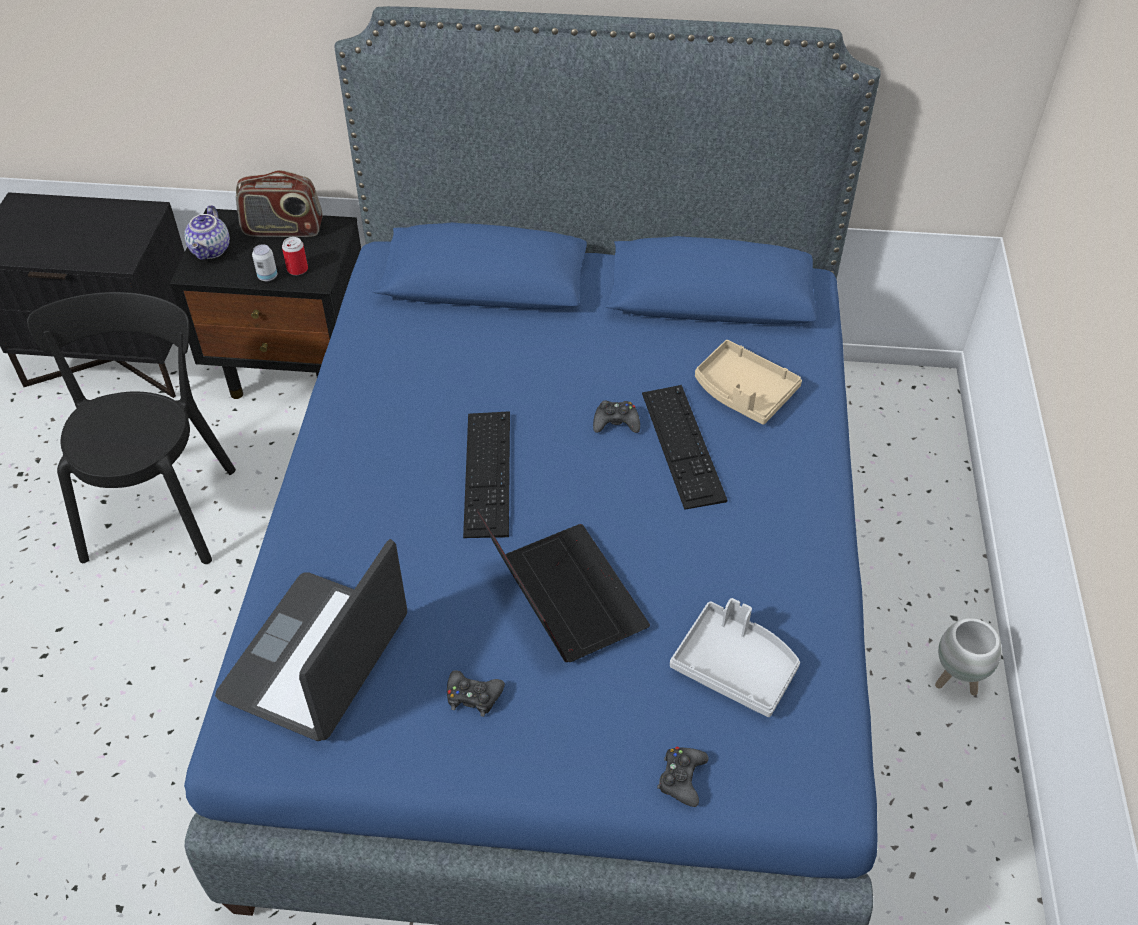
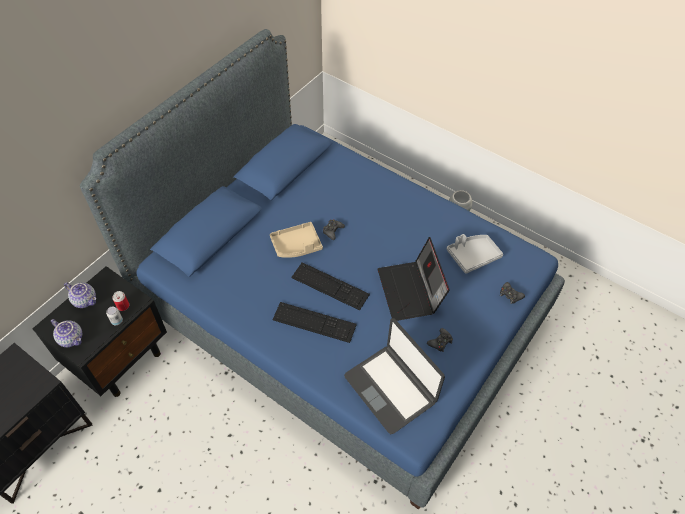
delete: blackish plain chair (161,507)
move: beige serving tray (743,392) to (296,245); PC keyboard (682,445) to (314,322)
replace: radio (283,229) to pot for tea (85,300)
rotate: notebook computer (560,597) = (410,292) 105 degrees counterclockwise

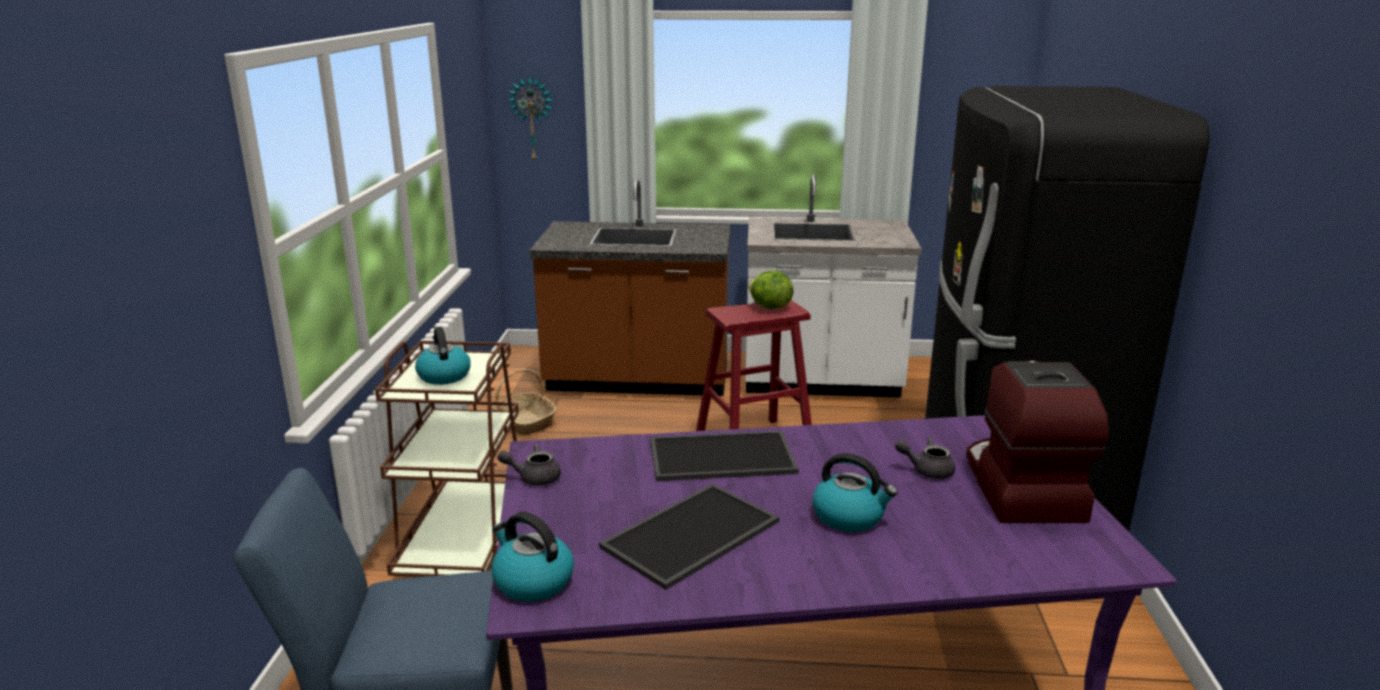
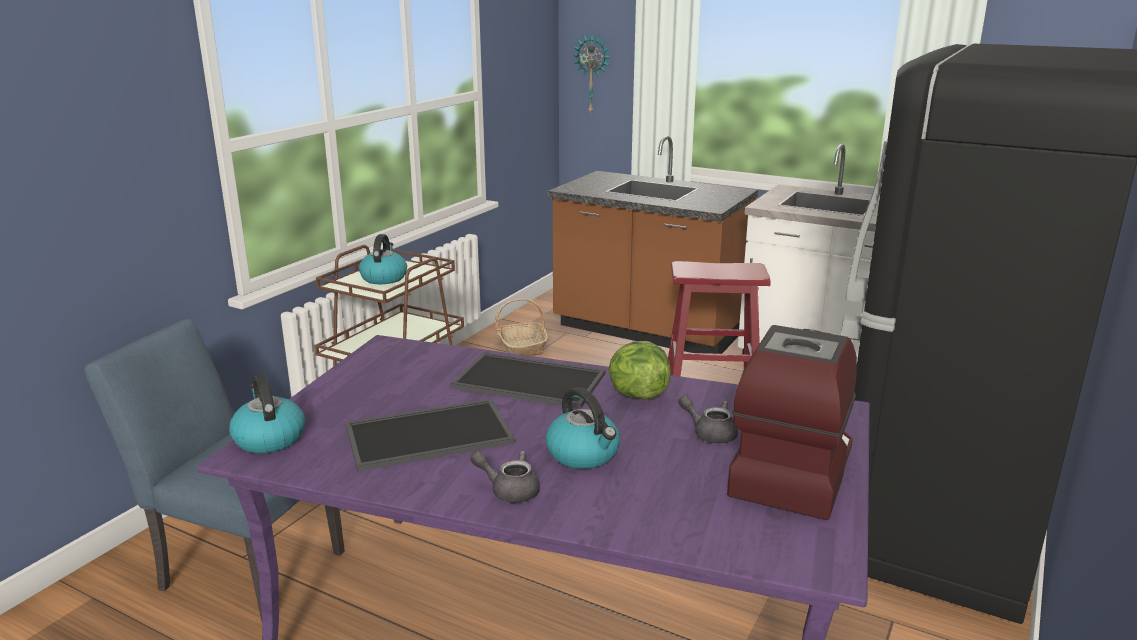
move: gray pot for tea (533,477) to (509,490); lettuce head (769,307) to (637,395)

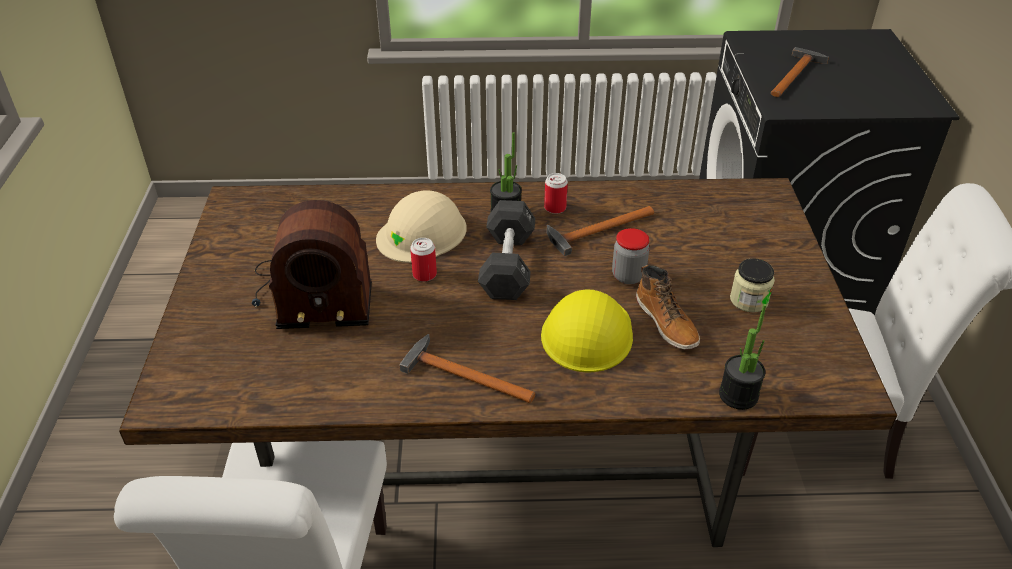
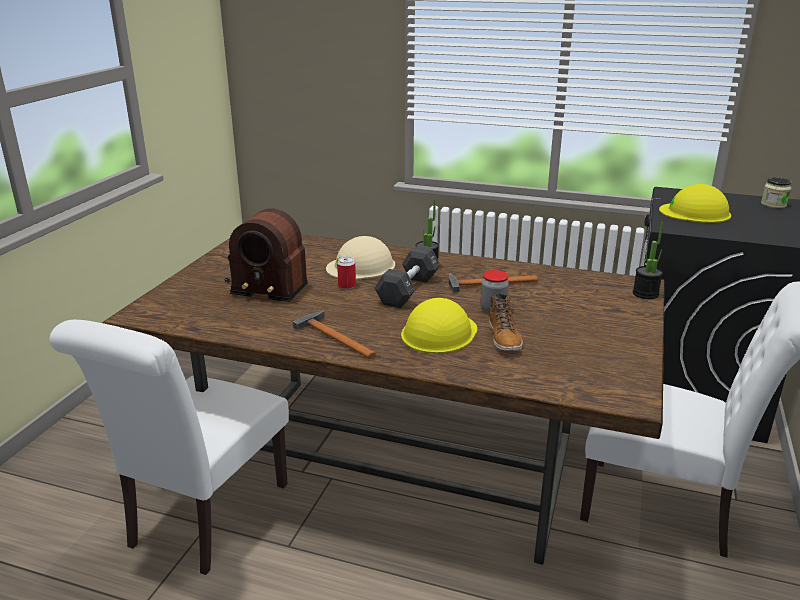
delete: metal can (555,208)
move: potted plant (738,395) to (645,294); storage jar (749,300) to (773,204)
replace: tool hammer (795,74) to yellow safety helmet (695,213)

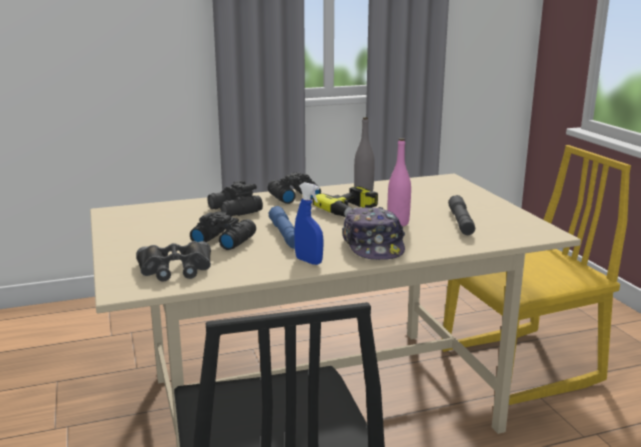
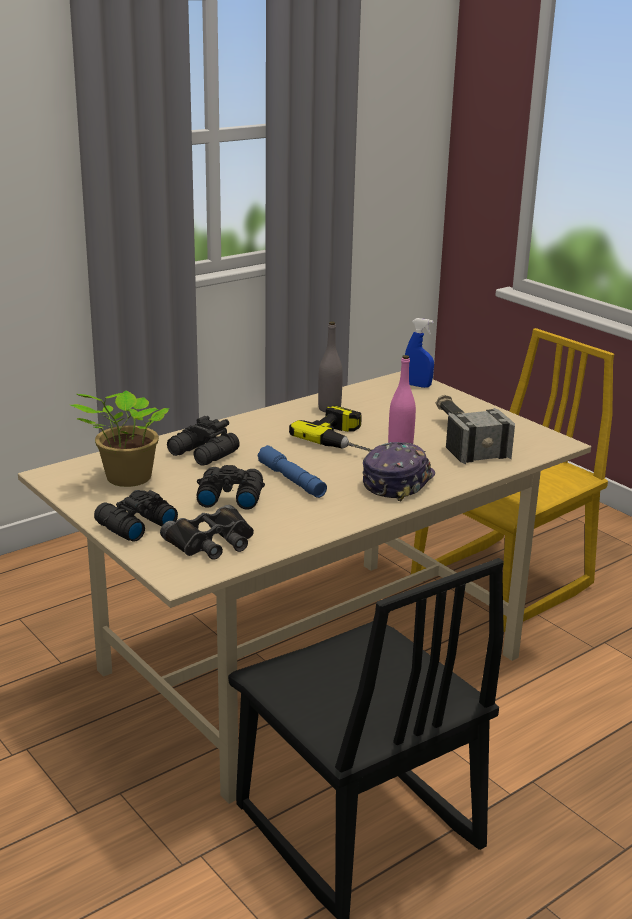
insert: potted plant (126,479)
move: blackish binoculars (292,197) to (134,525); bluish sprayer (308,261) to (417,385)
replace: gray torch (461,222) to tool hammer (464,439)
rotate: baseball cap (373,246) = (397,482) 120 degrees counterclockwise

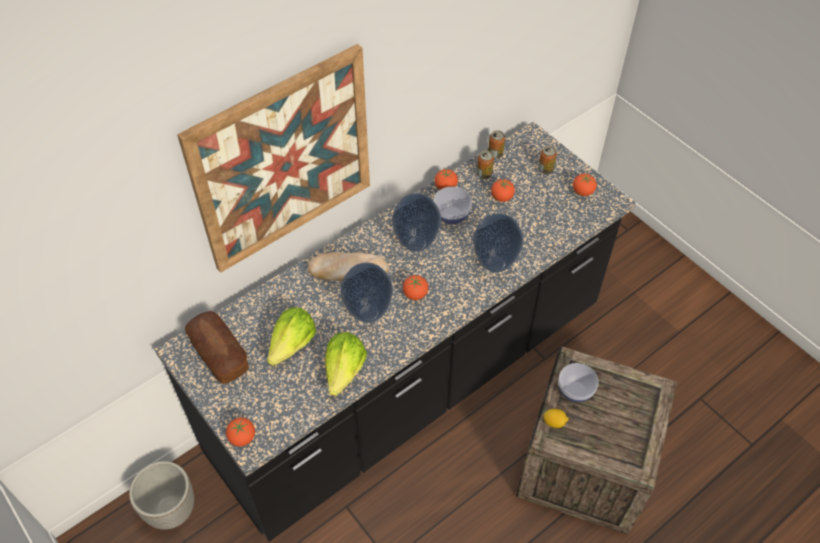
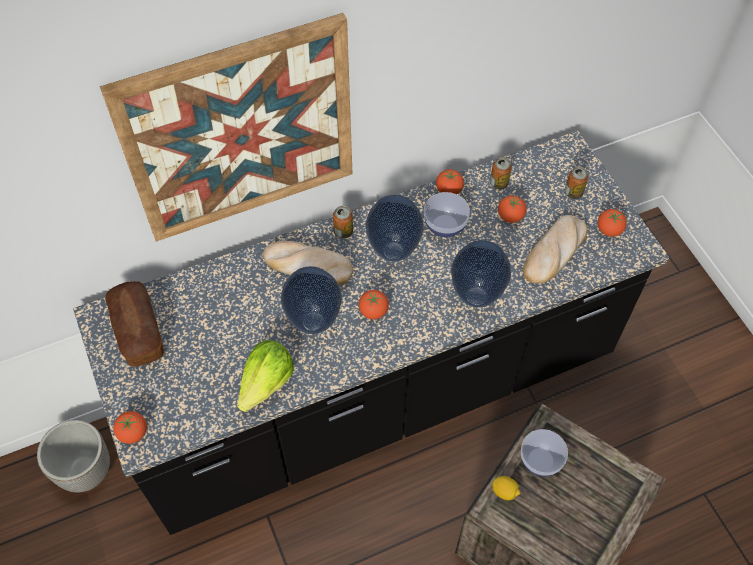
delete: lettuce head (292,345)
insert: baked bread (554,252)
move: metal can (495,154) to (343,231)

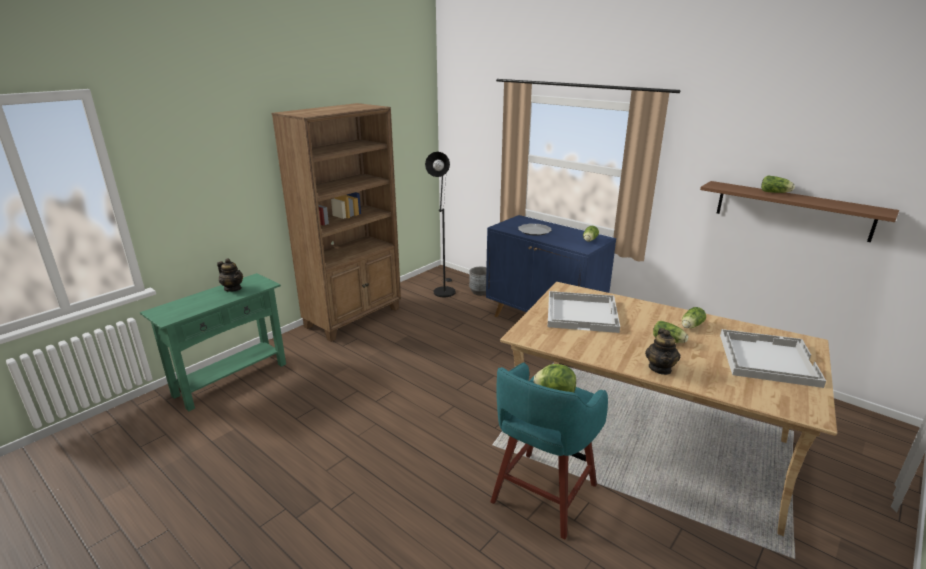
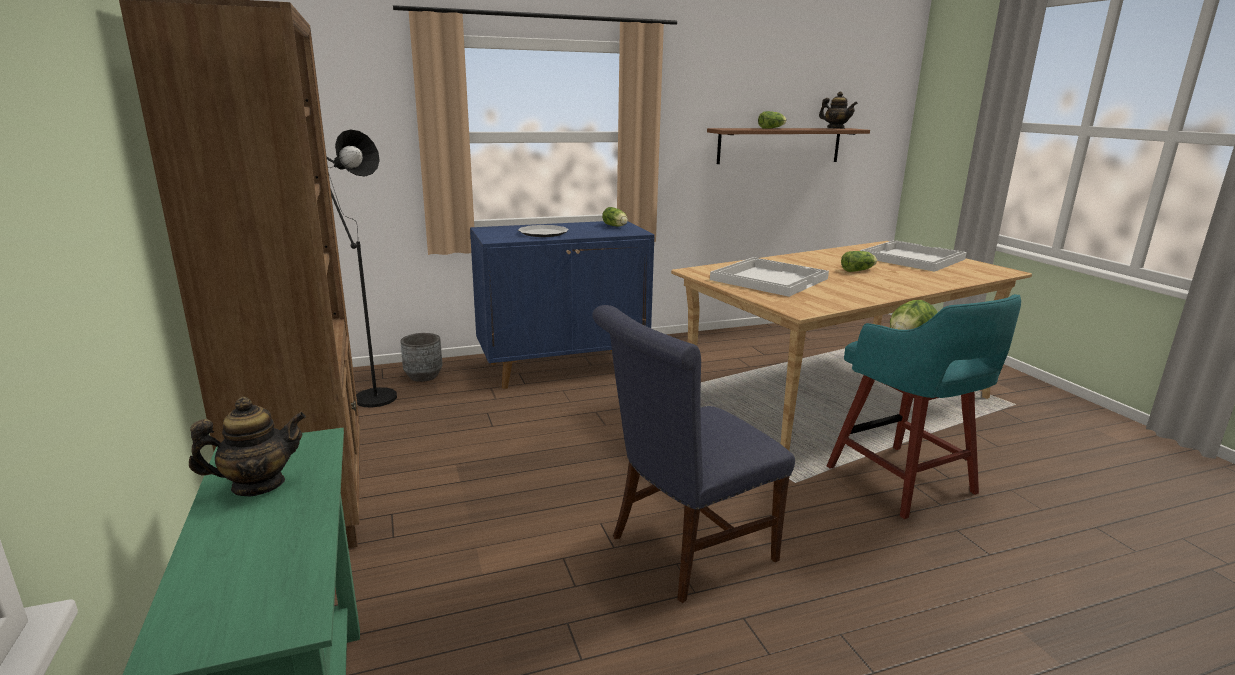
delete: lettuce head (690,326)
insert: bluish plain chair (684,550)
move: pot for tea (660,368) to (835,128)

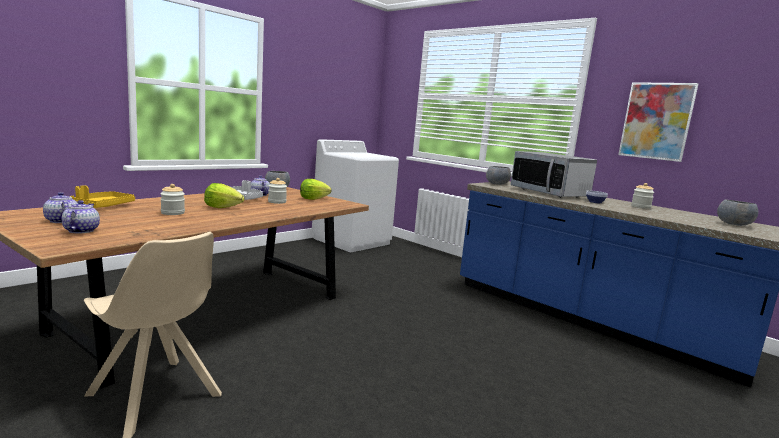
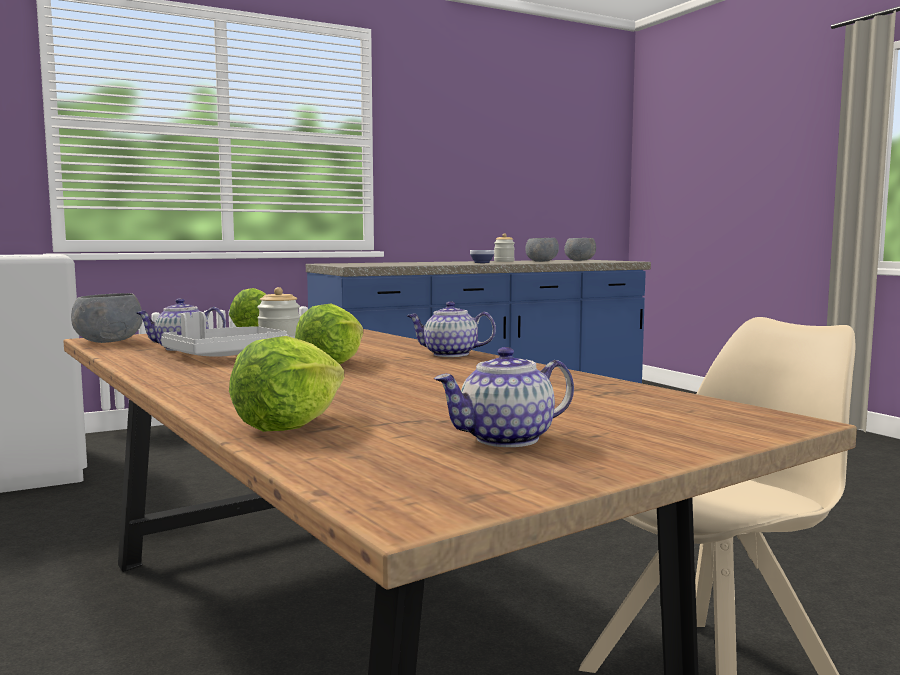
delete: storage jar (172,213); microwave oven (549,193); picture (656,121)
move: pot for tea (81,230) to (450,354); gray serving bowl (497,184) to (541,261)
replace: yellow serving tray (102,206) to lettuce head (289,424)

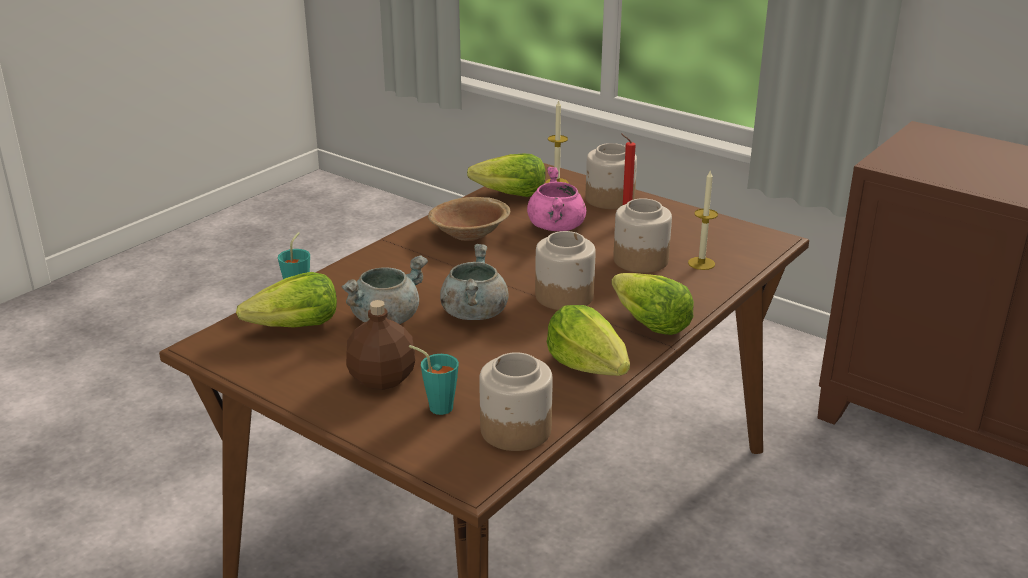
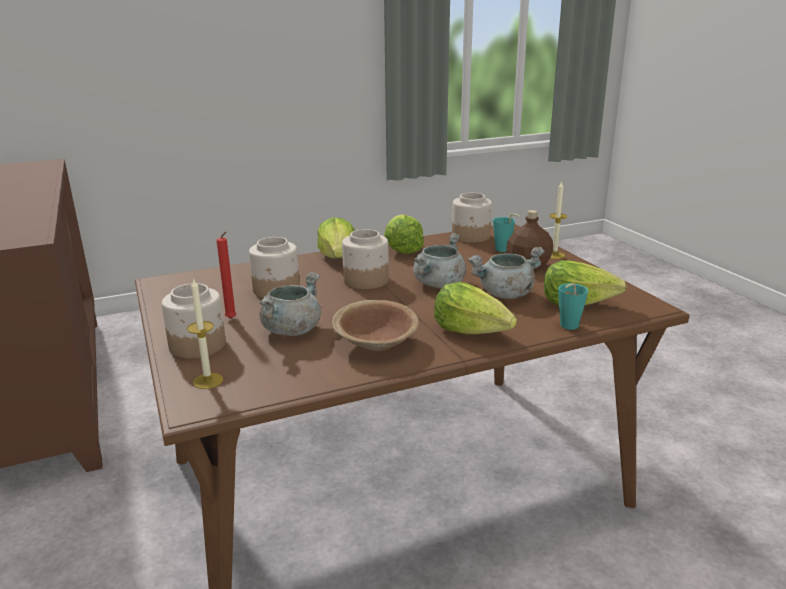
move: lettuce head (510,195) to (471,331); wax candle (701,263) to (554,255)
recolor: pinkish saucepot (557,227) to gray saucepot (291,329)

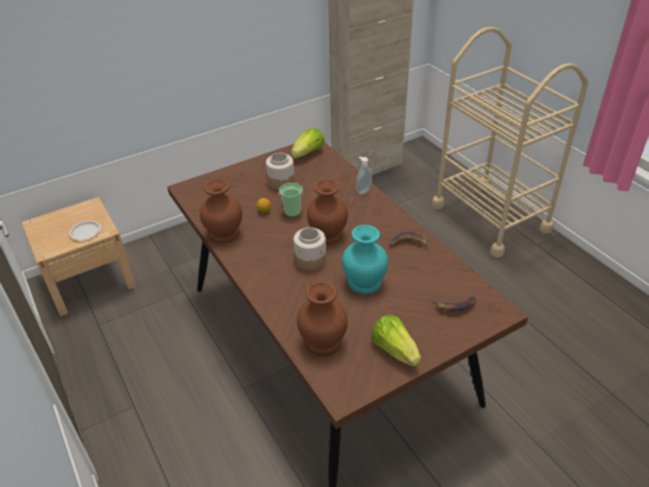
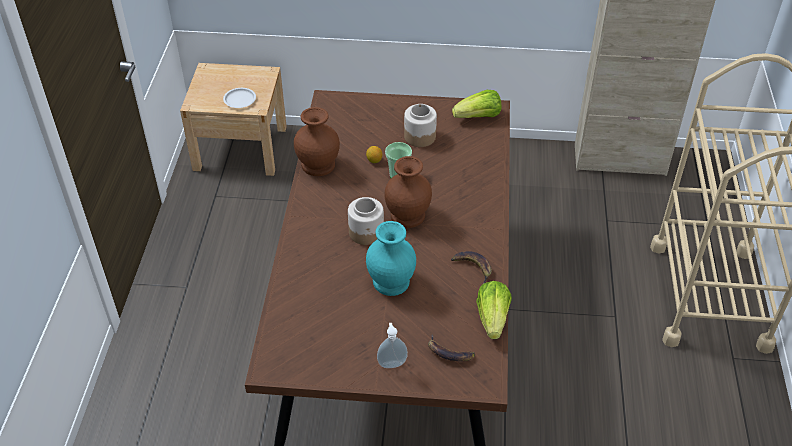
delete: brown vase (323,342)
move: soap bottle (363,191) to (392,363); lettuce head (395,350) to (492,318)

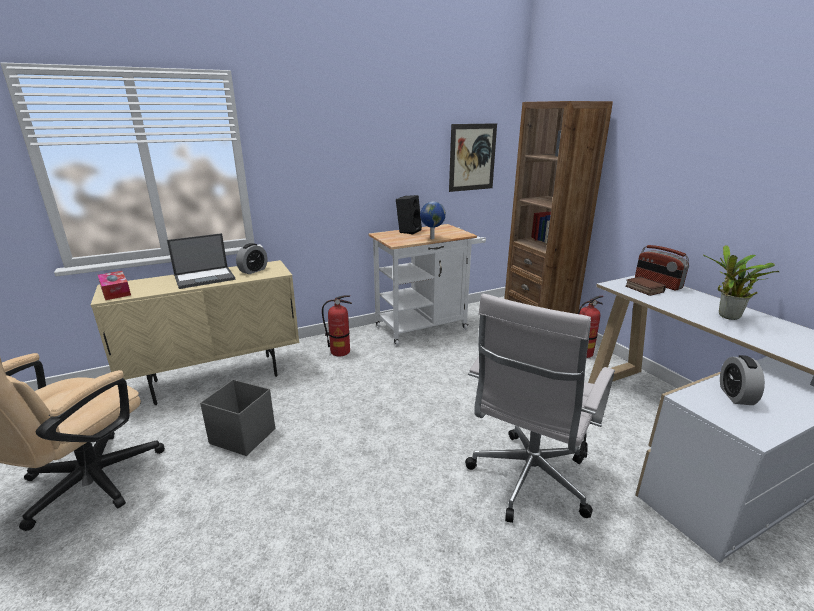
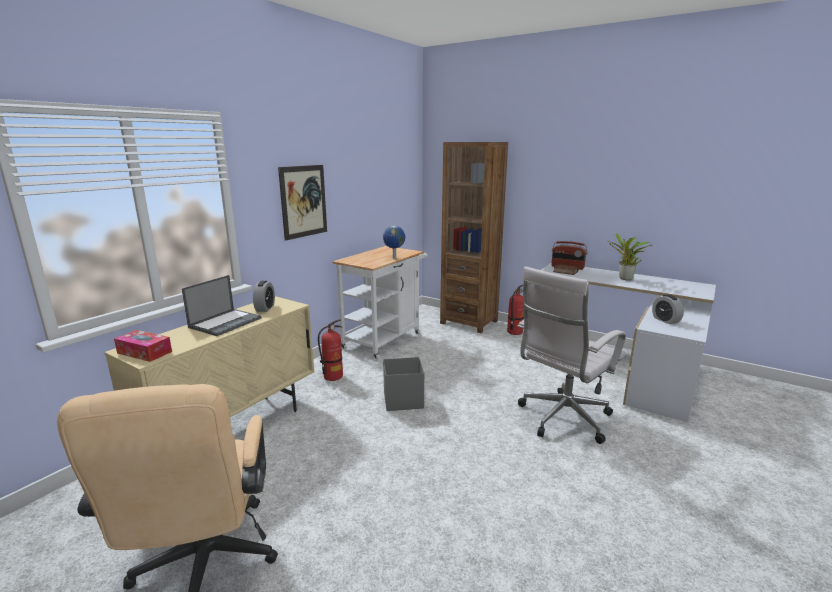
delete: blackish audio speaker (408,231)
move: picture (472,157) to (303,201); gray storage bin (242,436) to (402,400)
rotate: whitish desk chair (527,482) = (562,419) 45 degrees clockwise

